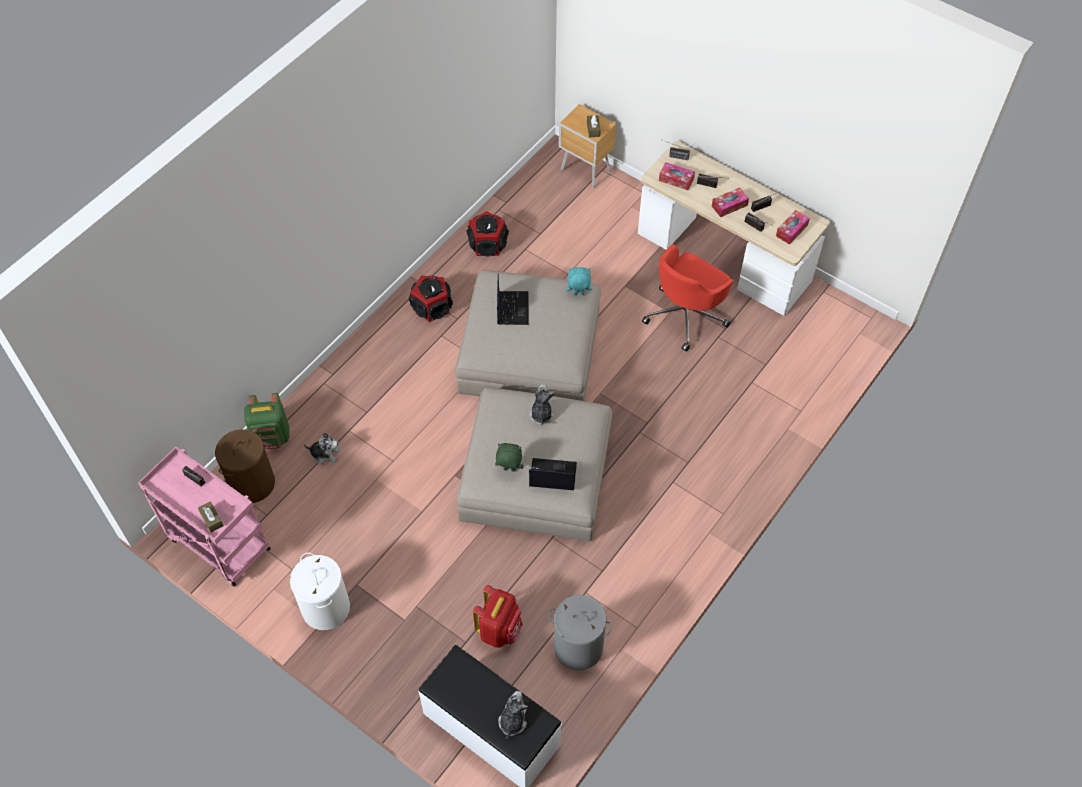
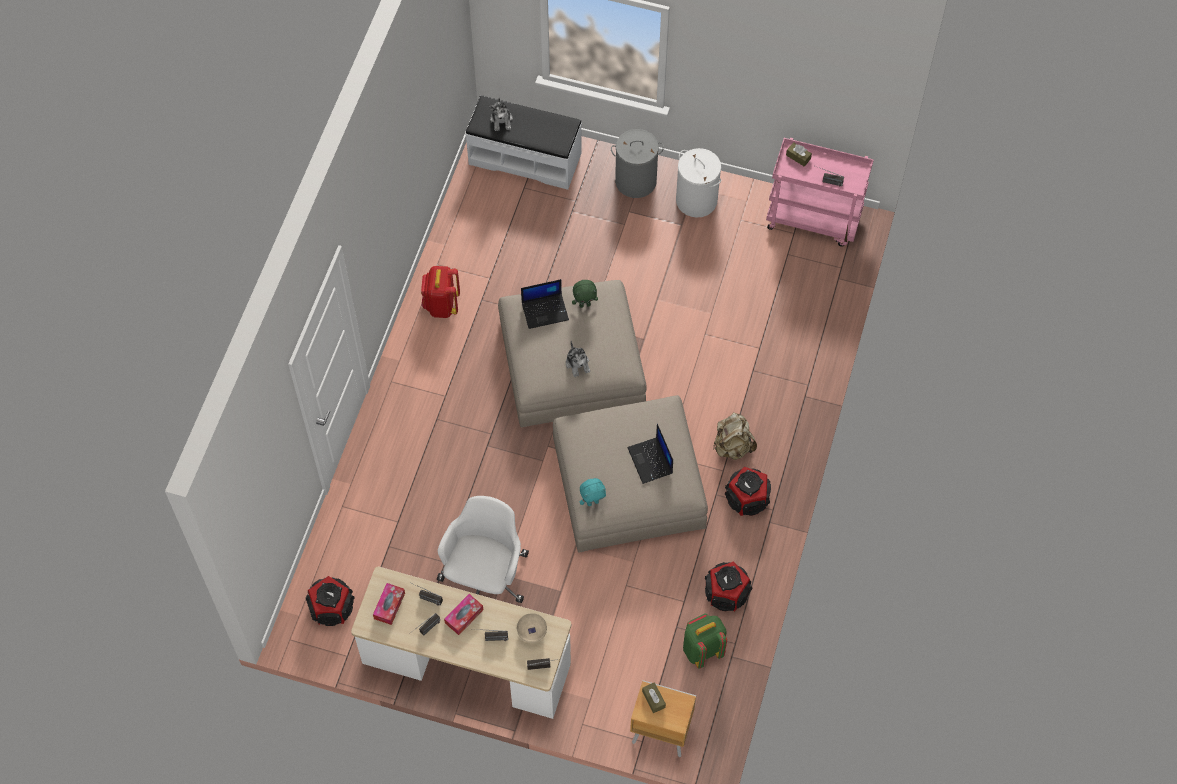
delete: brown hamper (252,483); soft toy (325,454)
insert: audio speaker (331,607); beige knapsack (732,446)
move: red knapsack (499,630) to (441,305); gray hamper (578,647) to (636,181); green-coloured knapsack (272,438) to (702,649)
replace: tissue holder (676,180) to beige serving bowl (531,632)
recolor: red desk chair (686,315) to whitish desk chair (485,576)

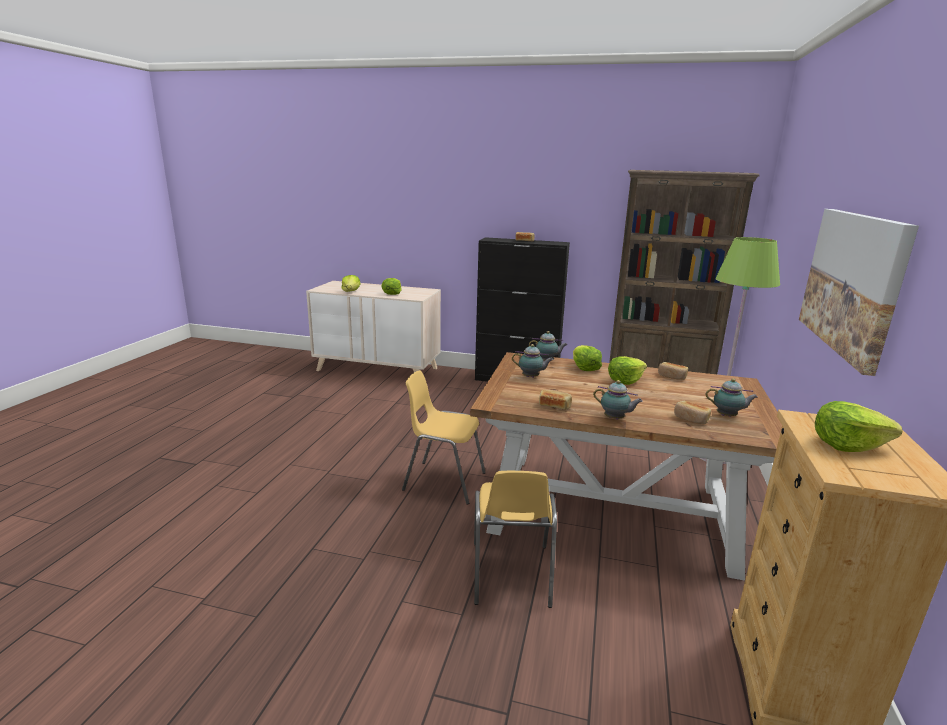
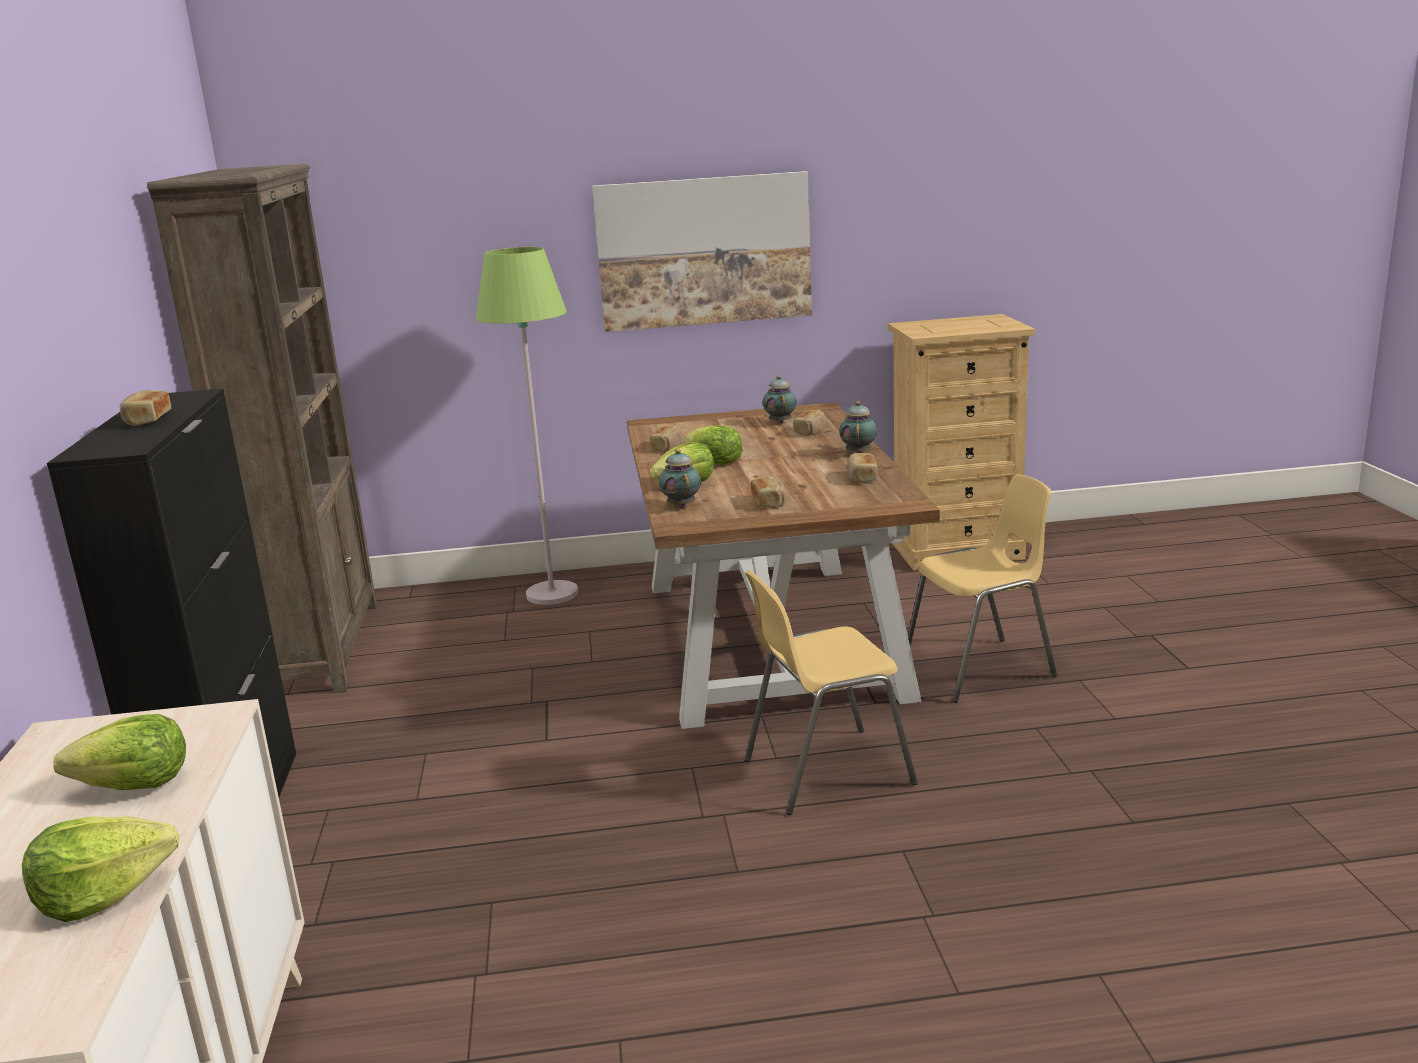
delete: lettuce head (847,445)
replace: pot for tea (531,377) to baked bread (769,502)
rotate: yellow plain chair (443,481) = (825,771) 75 degrees clockwise

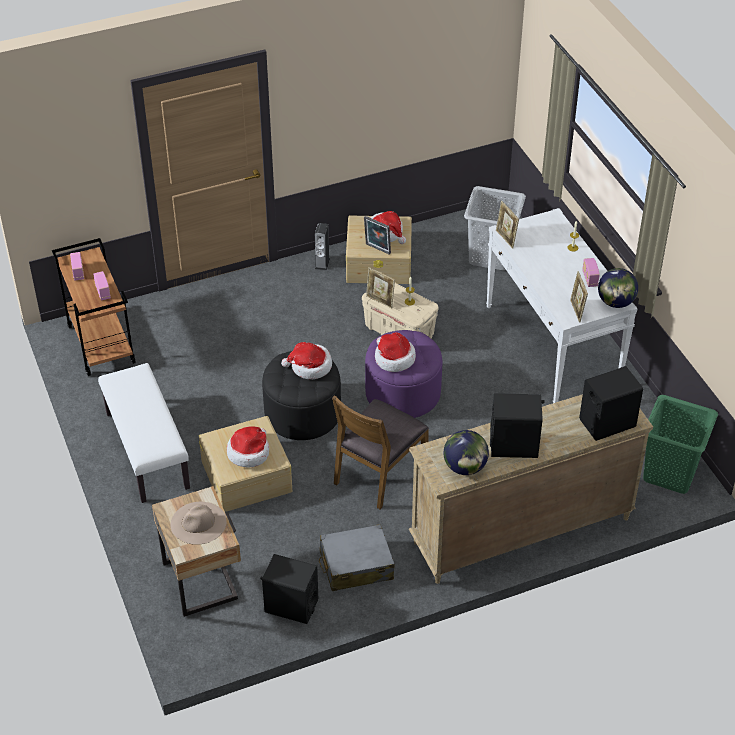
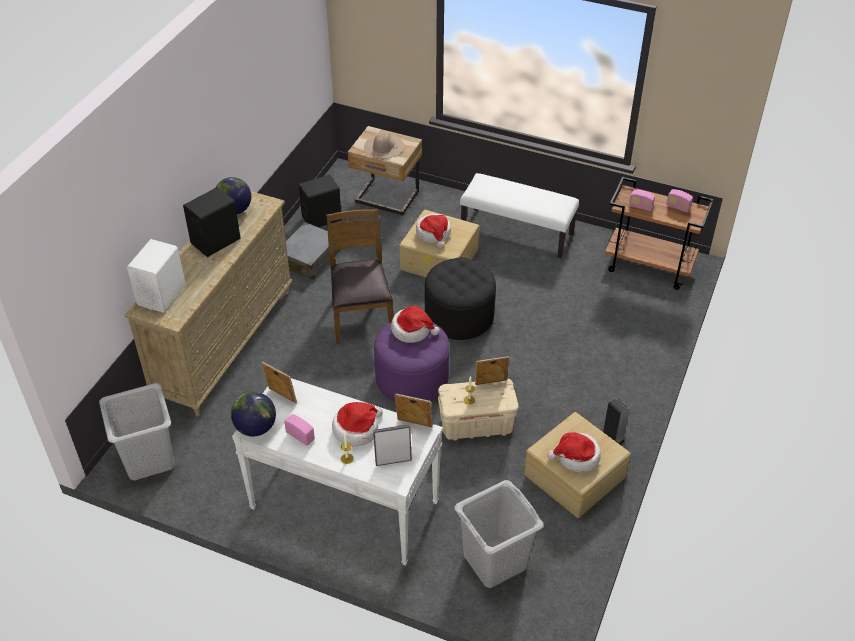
move: hat (310,366) to (357,429); photo frame (377,249) to (393,460)
recolor: green-coloured hamper (670,473) to gray hamper (148,458); blackish audio speaker (607,423) to whitish audio speaker (161,295)

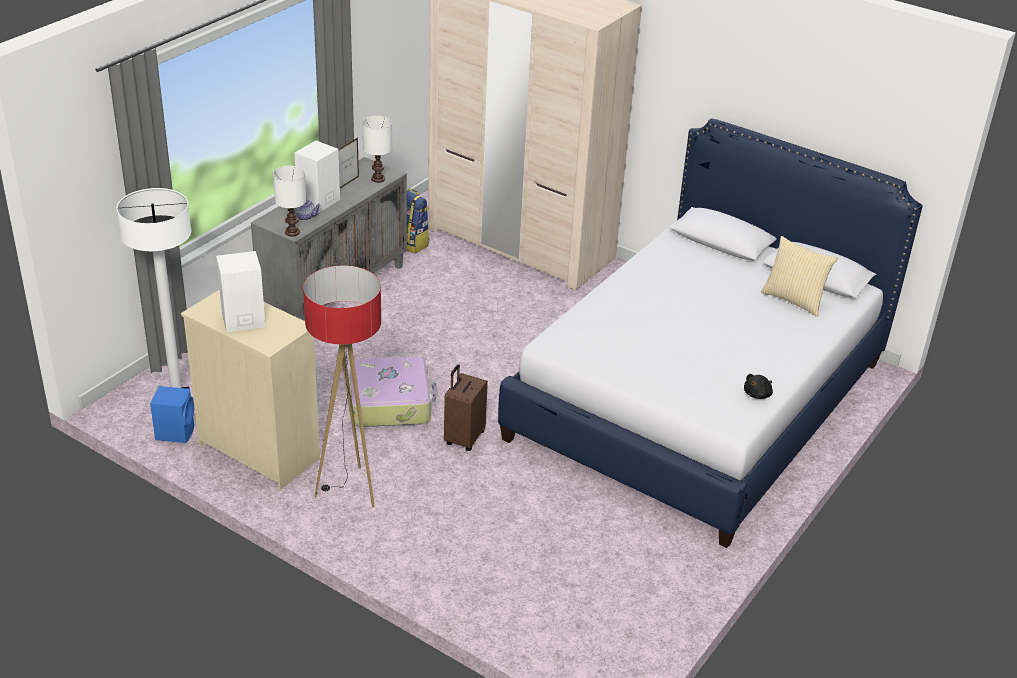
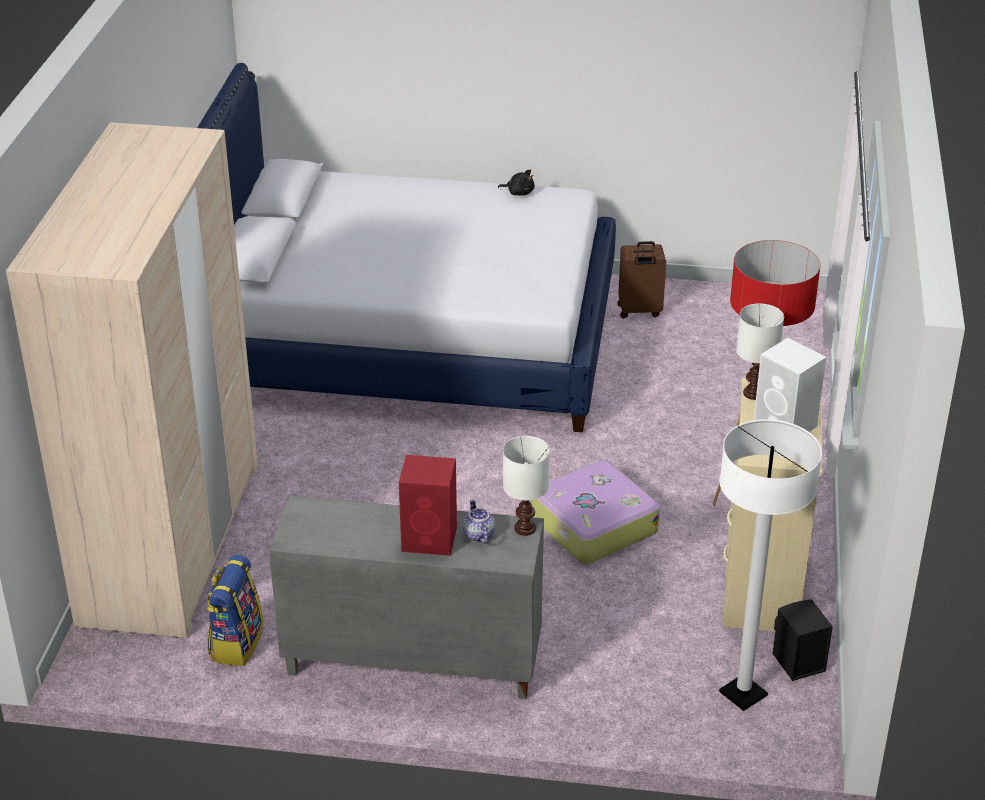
delete: photo frame (348,183); throw pillow (794,300)
move: brown travel case (463,438) to (639,311); whitish tabletop lamp (377,179) to (754,394)
recolor: whitish audio speaker (318,202) to red audio speaker (431,539); bluish audio speaker (176,432) to blackish audio speaker (796,662)

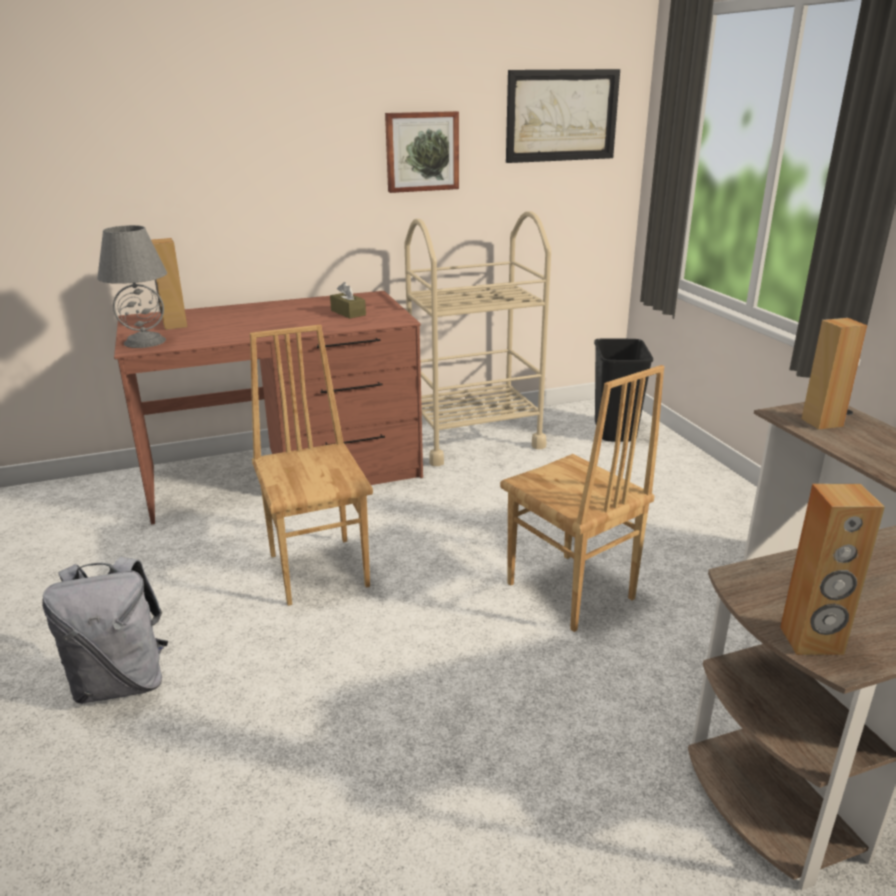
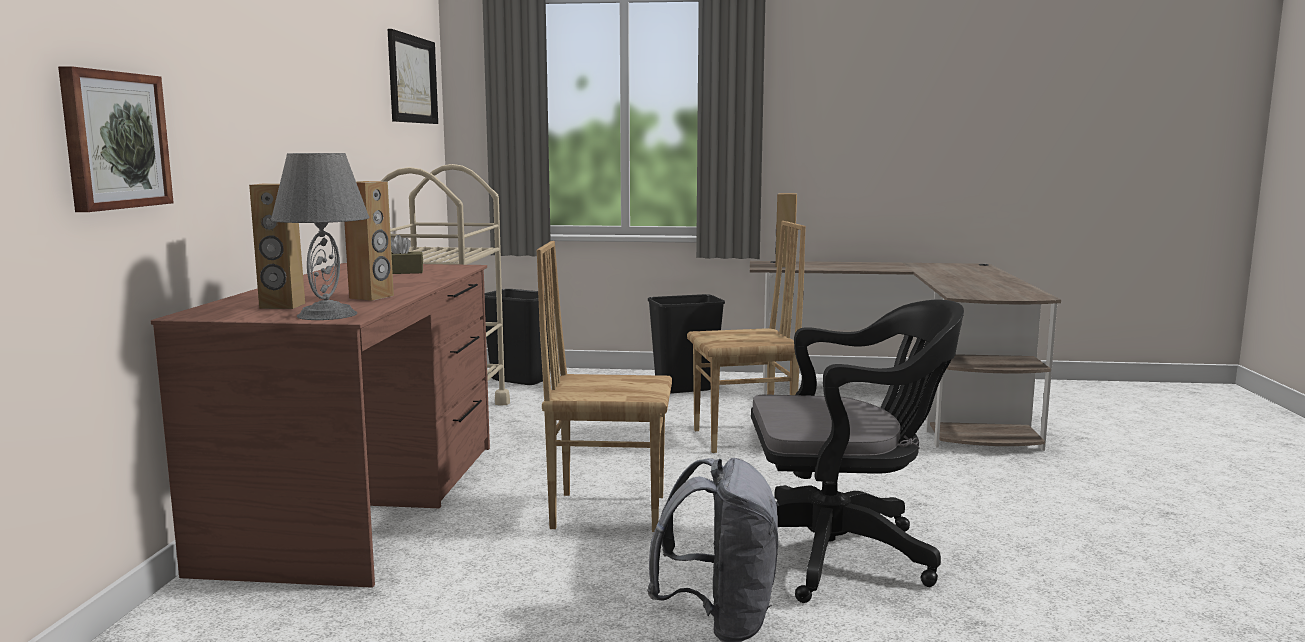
insert: blackish trash can (685,388); blackish desk chair (840,554)
move: picture (422,151) to (114,140); brown audio speaker (811,641) to (372,297)

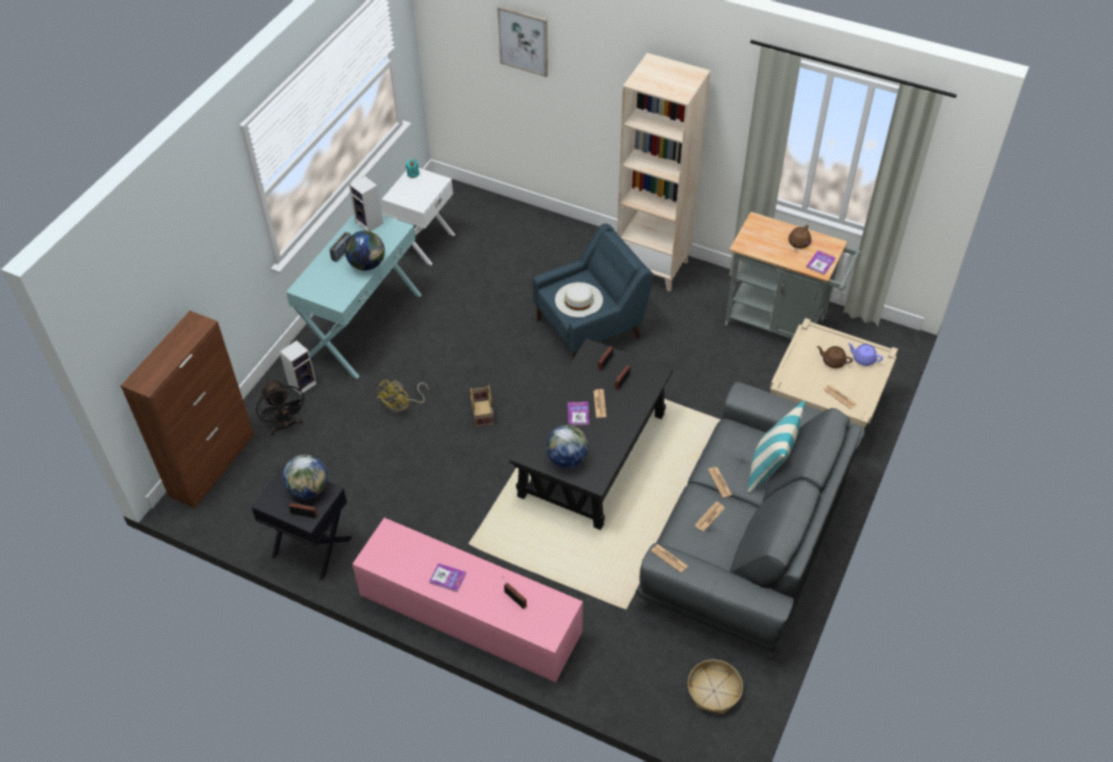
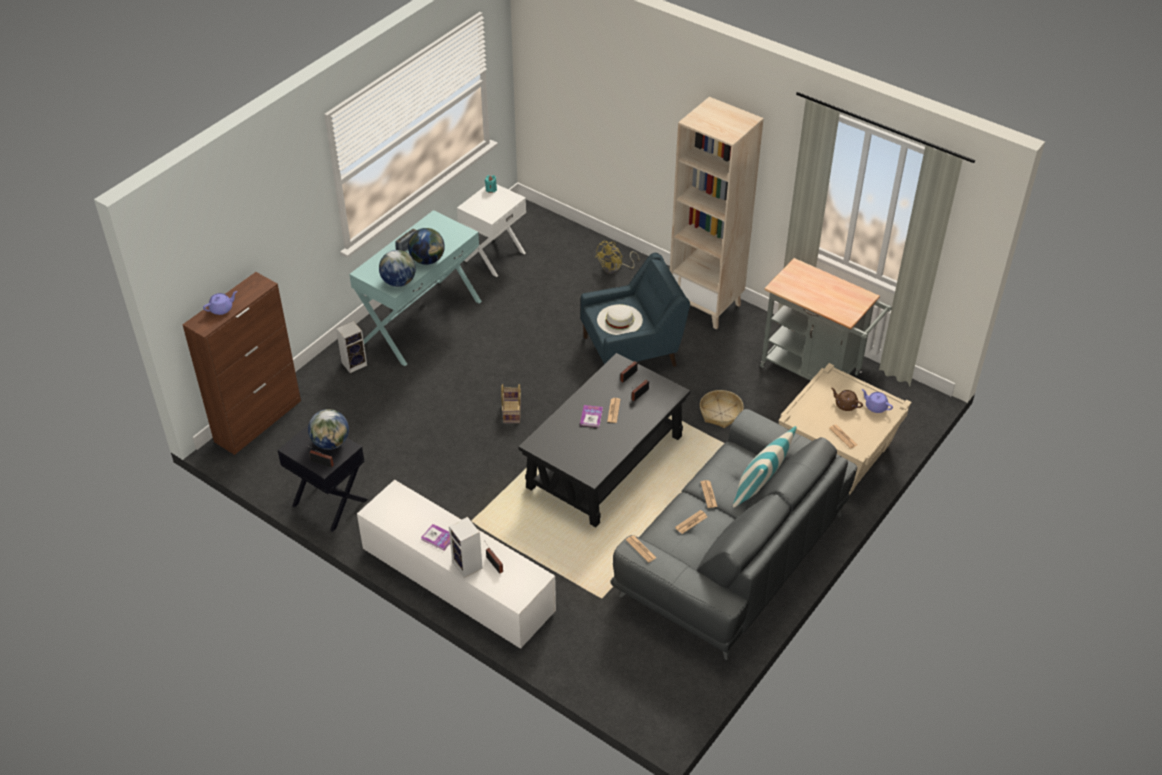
delete: blackish cooling fan (285,426); picture (524,40); brown pot for tea (798,243); volume (820,263)
insert: purplish pot for tea (222,309)
move: world globe (566,459) to (398,282); audio speaker (370,223) to (468,565); yellow cooling fan (403,406) to (615,268); household basket (714,691) to (720,413)
recolor: pinkish media console (468,615) to whitish media console (456,581)

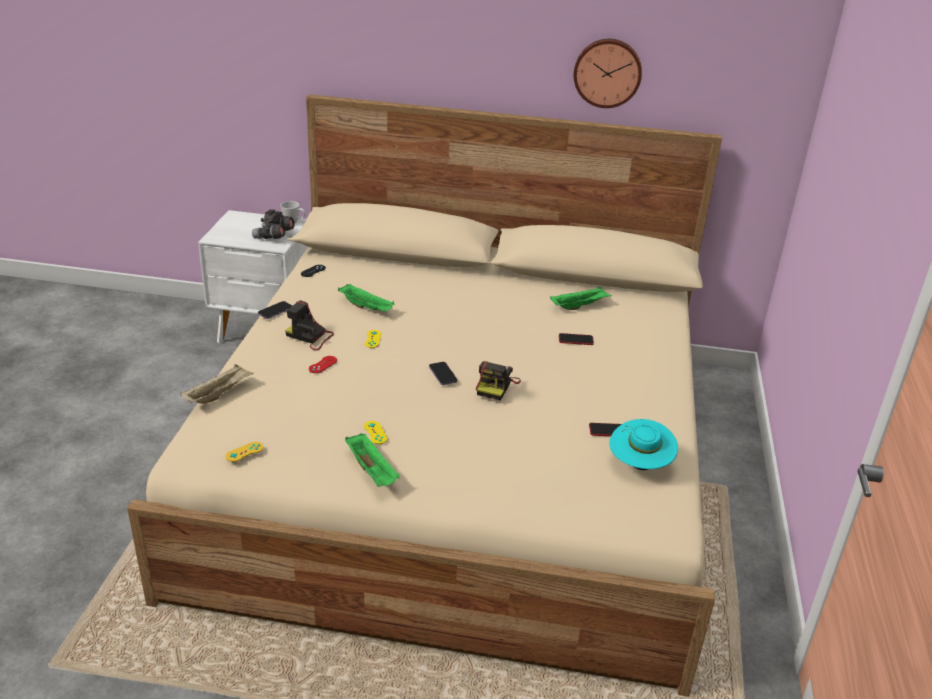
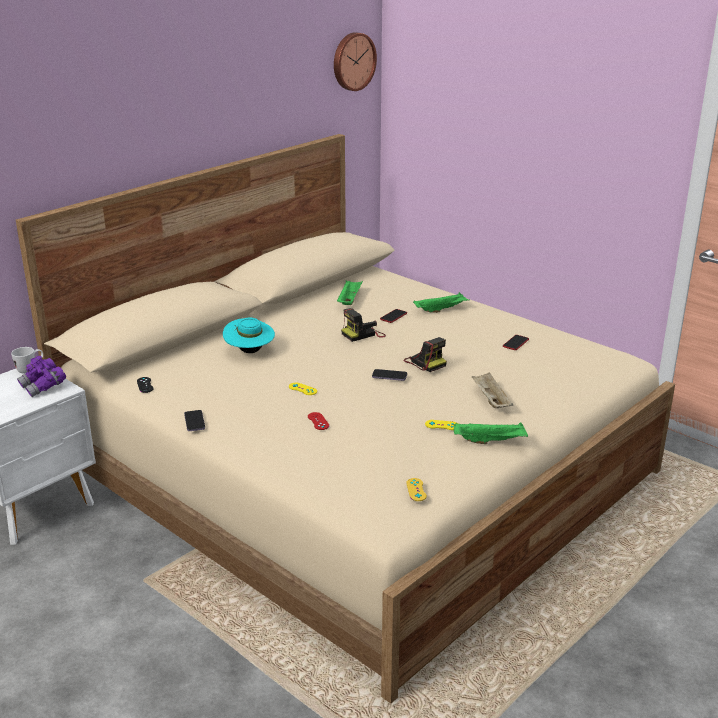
move: turquoise-coloured hat (639,465) to (249,351); wall clock (607,72) to (353,61); still camera (310,337) to (363,334); green-coloured serving tray (367,308) to (441,310); beige serving tray (218,394) to (490,400)
recolor: gray binoculars (274,237) to purplish binoculars (43,387)

